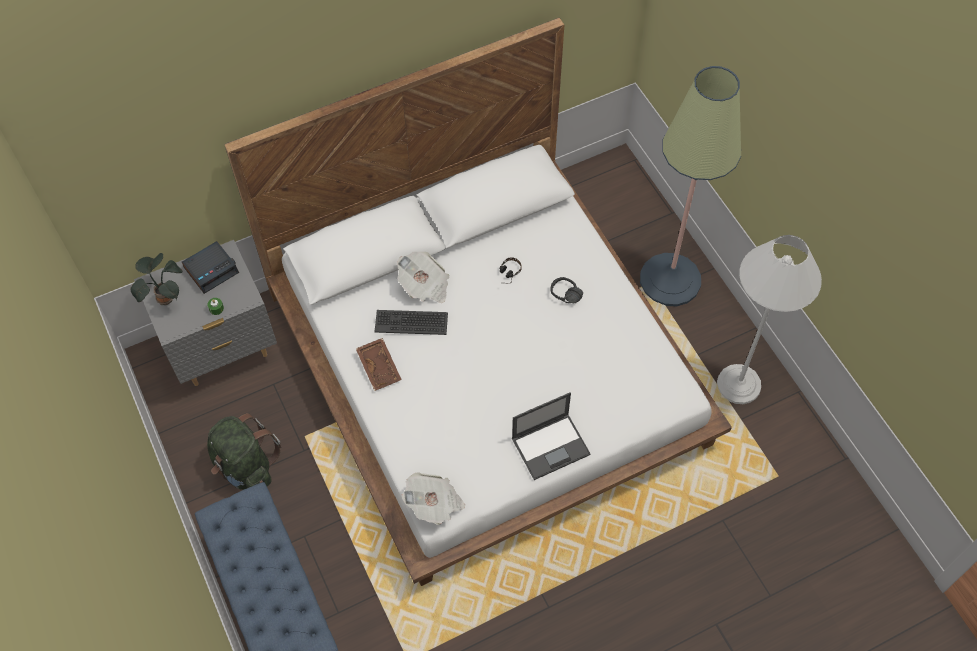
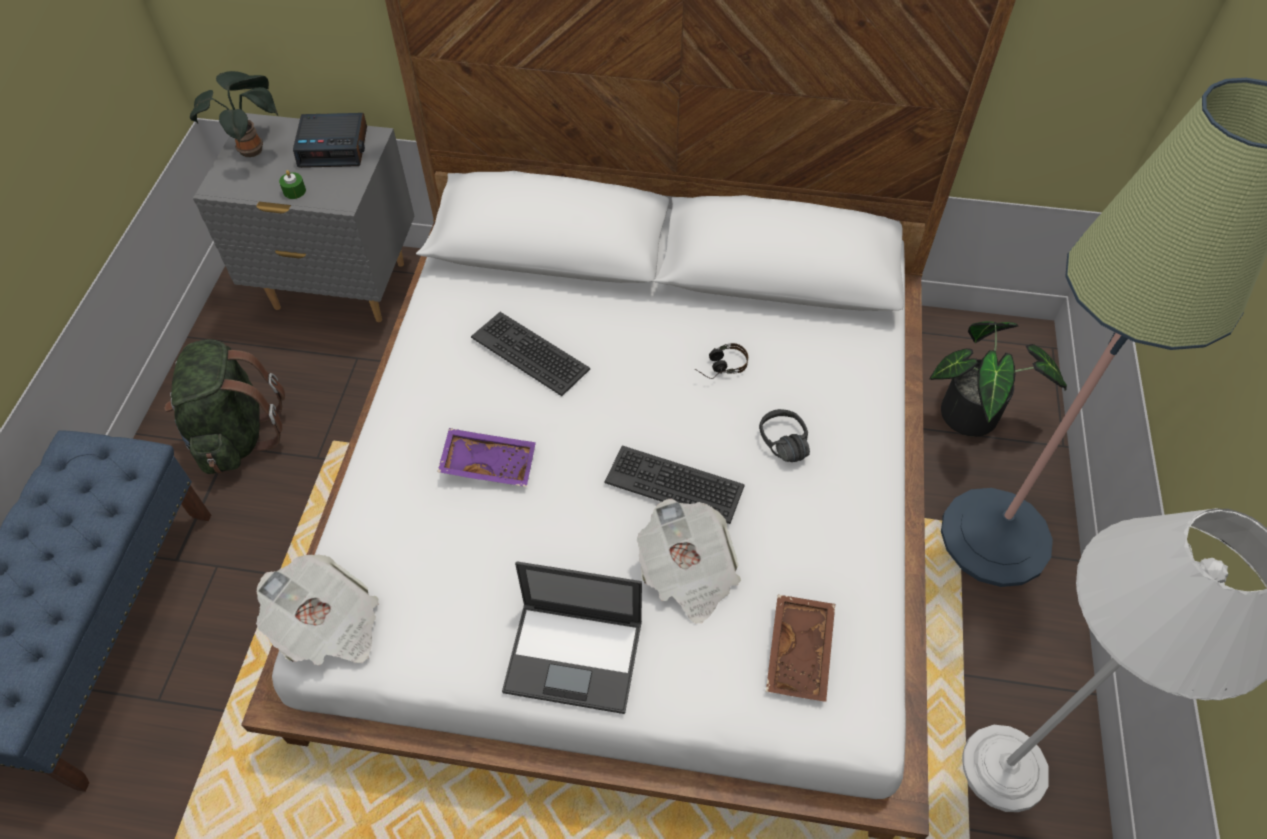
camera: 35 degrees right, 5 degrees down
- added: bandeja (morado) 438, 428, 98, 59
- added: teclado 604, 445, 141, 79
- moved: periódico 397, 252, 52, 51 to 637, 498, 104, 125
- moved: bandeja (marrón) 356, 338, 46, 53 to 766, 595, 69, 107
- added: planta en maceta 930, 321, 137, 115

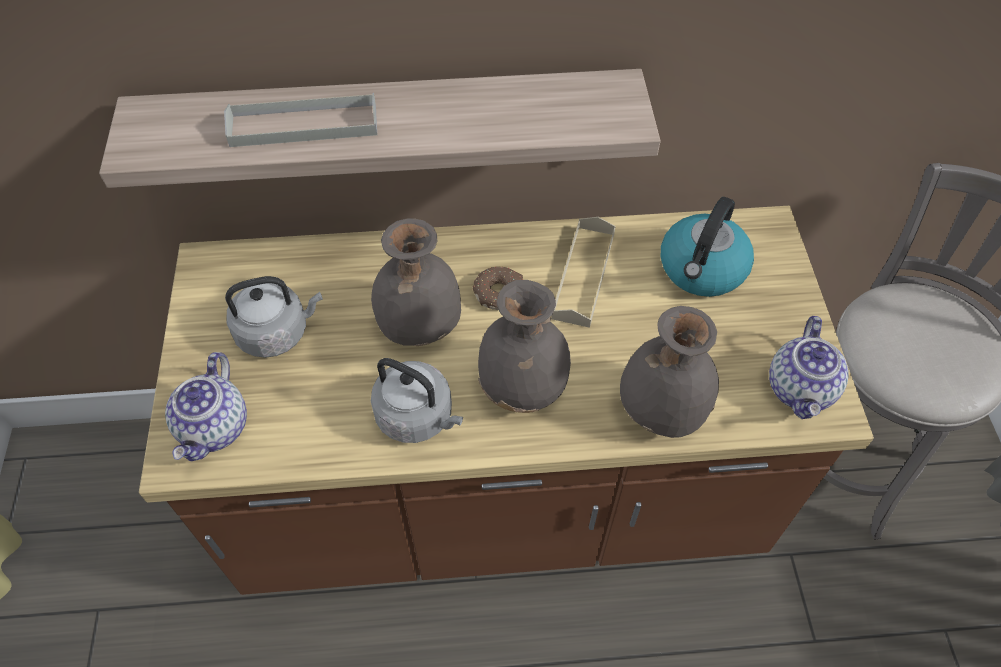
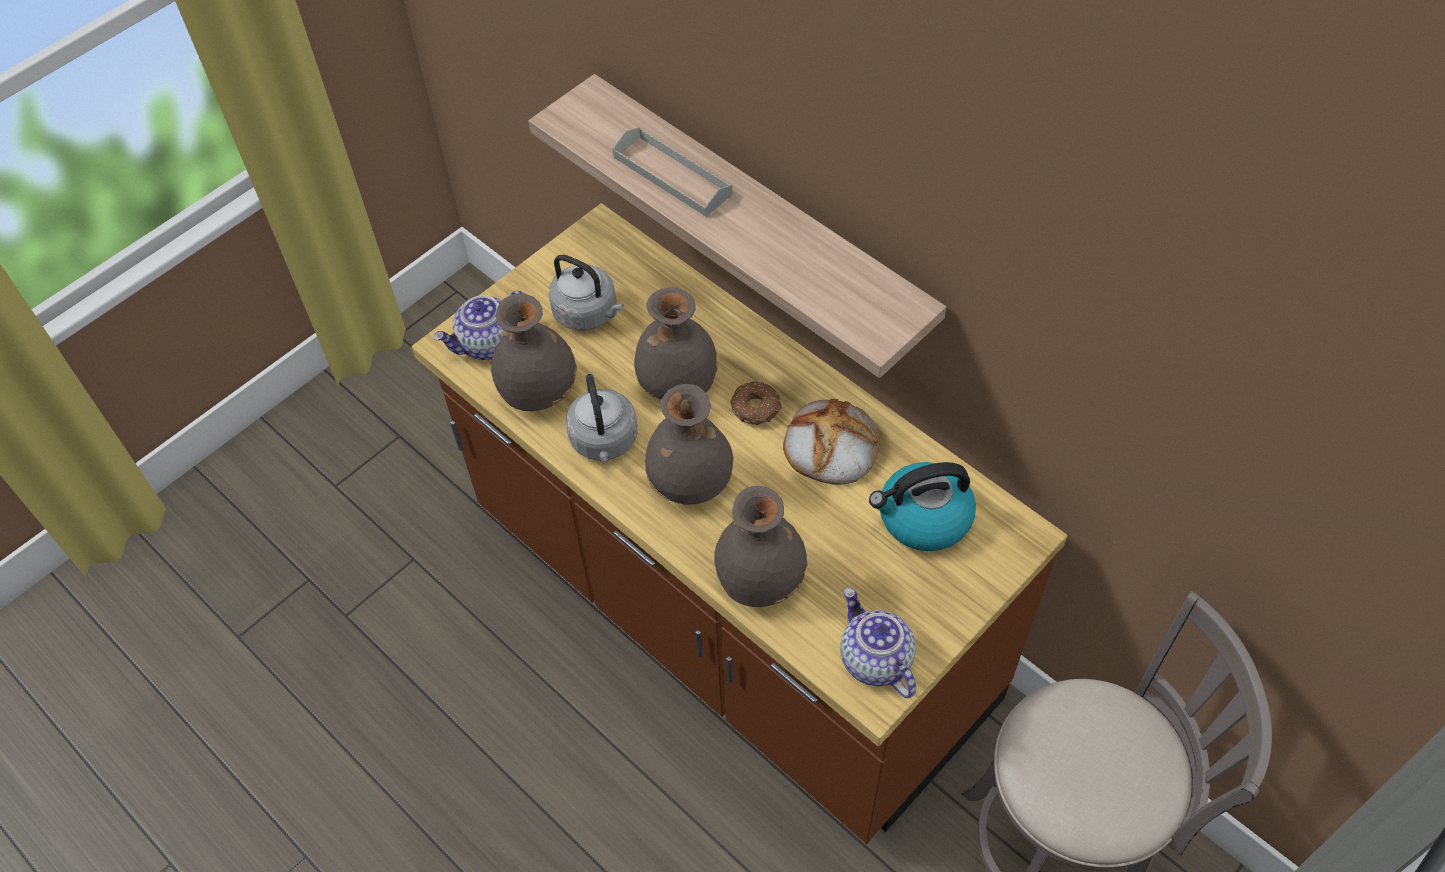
camera: 50 degrees right, 0 degrees up
- added: florero (gris) 491, 294, 86, 117
- replaced: bandeja (beis) 551, 217, 65, 111 to pan 783, 399, 97, 86
- turned: tetera 769, 316, 80, 103 = 840, 587, 76, 111 90 degrees clockwise

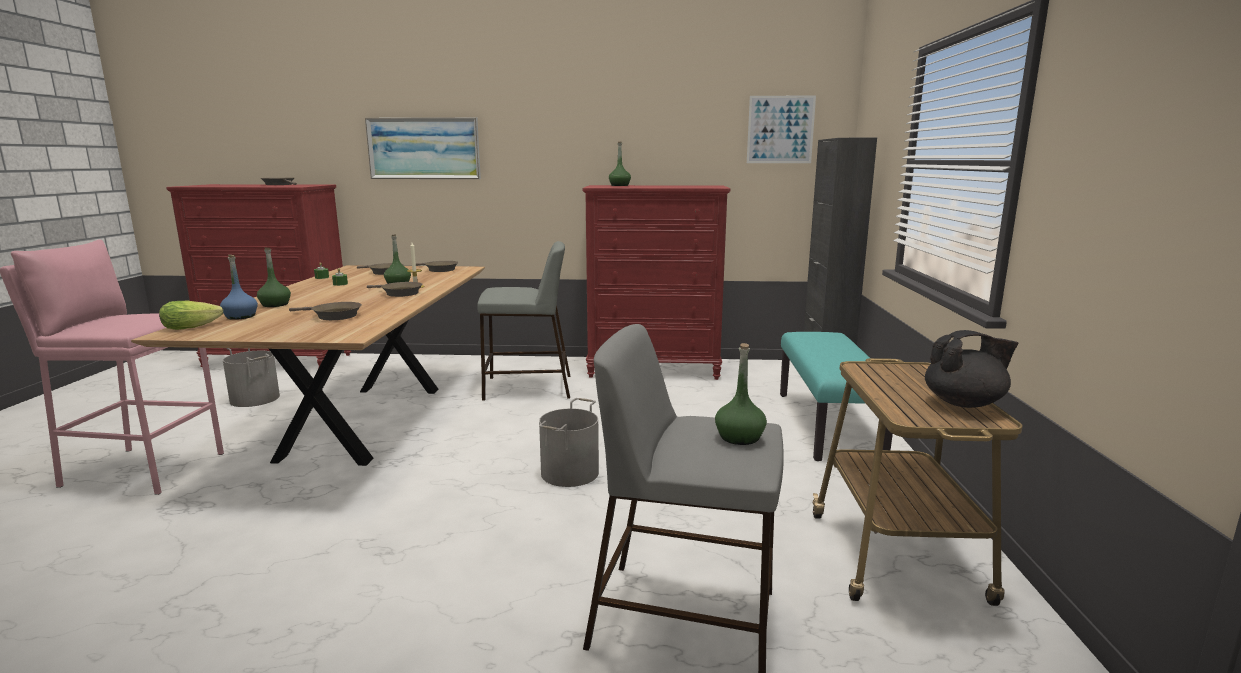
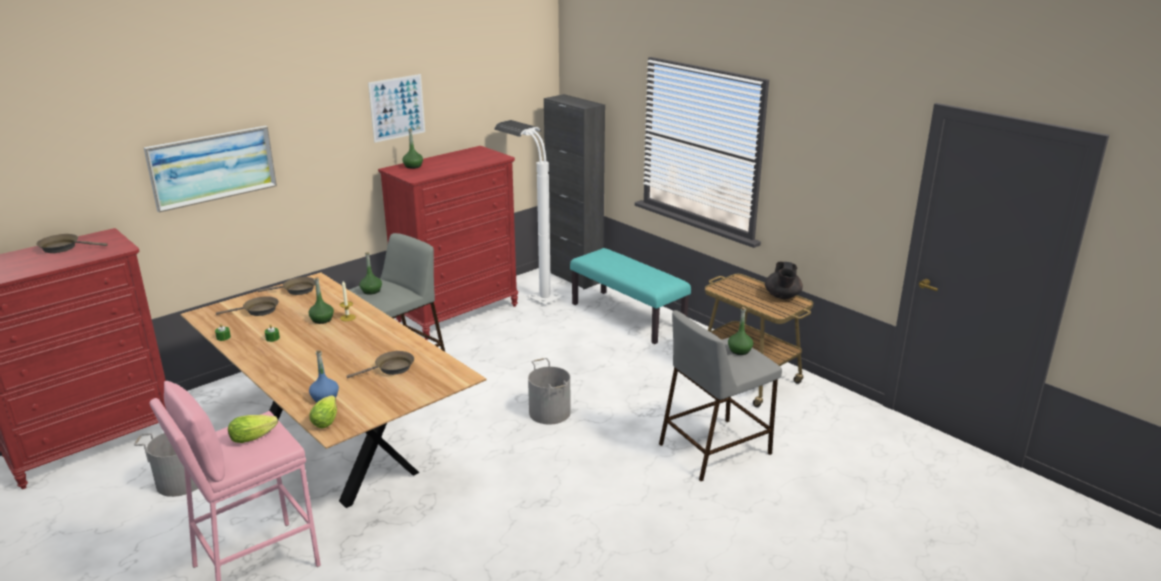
camera: 45 degrees left, 10 degrees up
- added: lechuga 228, 415, 50, 28
- moved: botella (verde) 257, 248, 34, 59 to 360, 252, 22, 43
- moved: cuadro 747, 95, 69, 68 to 368, 74, 57, 69
- added: lámpara de pie (blanco) 494, 120, 69, 185
- turned: tetera (negro) 925, 330, 93, 78 = 765, 262, 38, 37 150 degrees clockwise
- removed: sartén (marrón) 367, 282, 56, 15

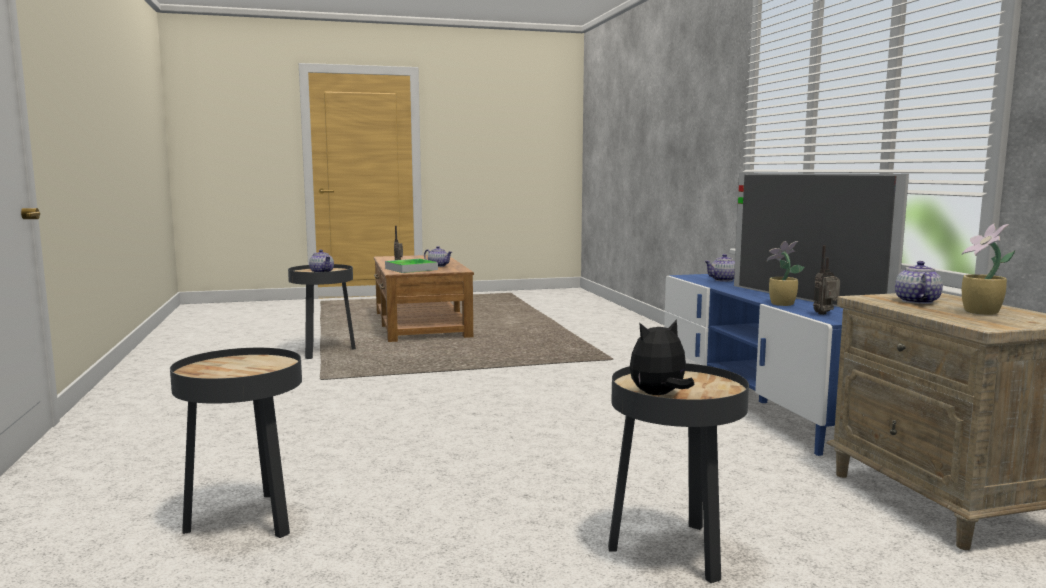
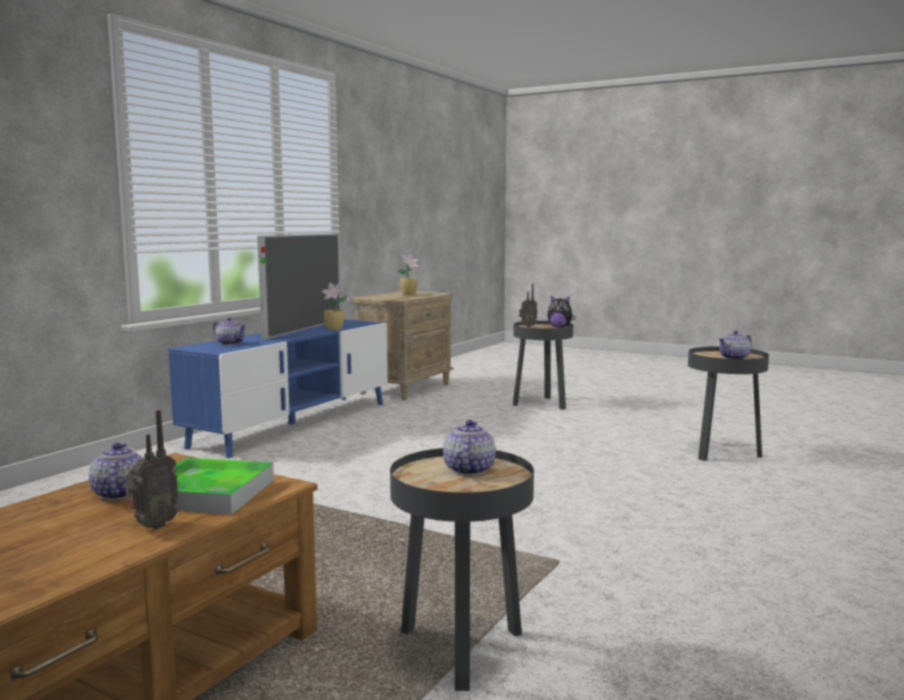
camera: 135 degrees left, 0 degrees up
- moved: radio 813, 245, 27, 70 to 519, 283, 18, 44
- moved: tetera 895, 261, 48, 43 to 719, 330, 33, 29

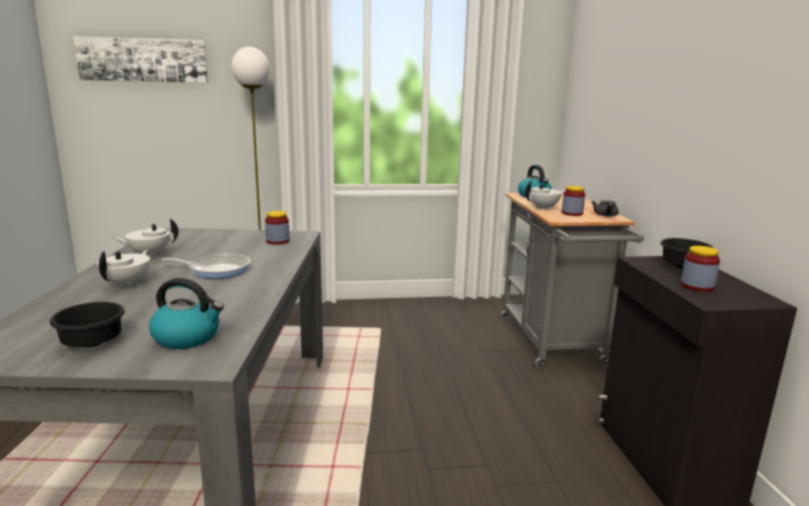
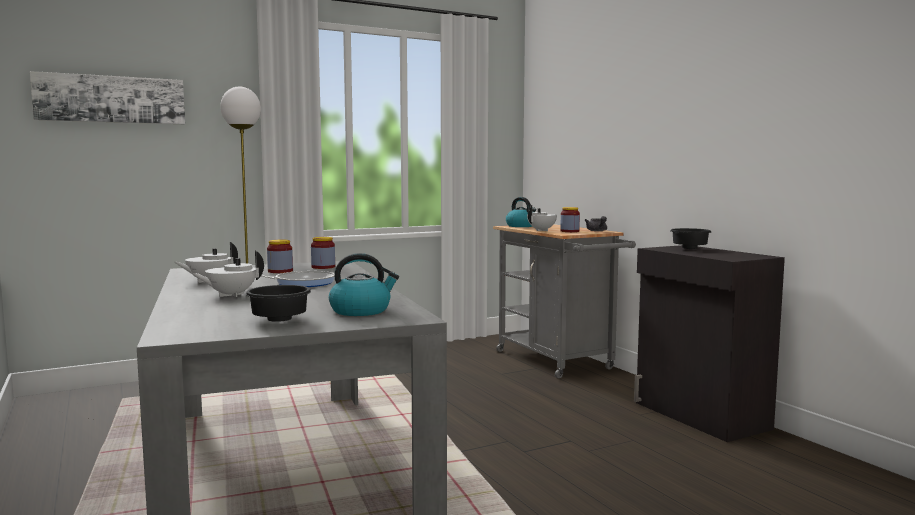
camera: 20 degrees left, 10 degrees down
- turned: tetera (blanco) 97, 250, 53, 38 = 192, 251, 72, 46 120 degrees counterclockwise
- moved: tarro 681, 246, 39, 46 to 267, 240, 26, 33

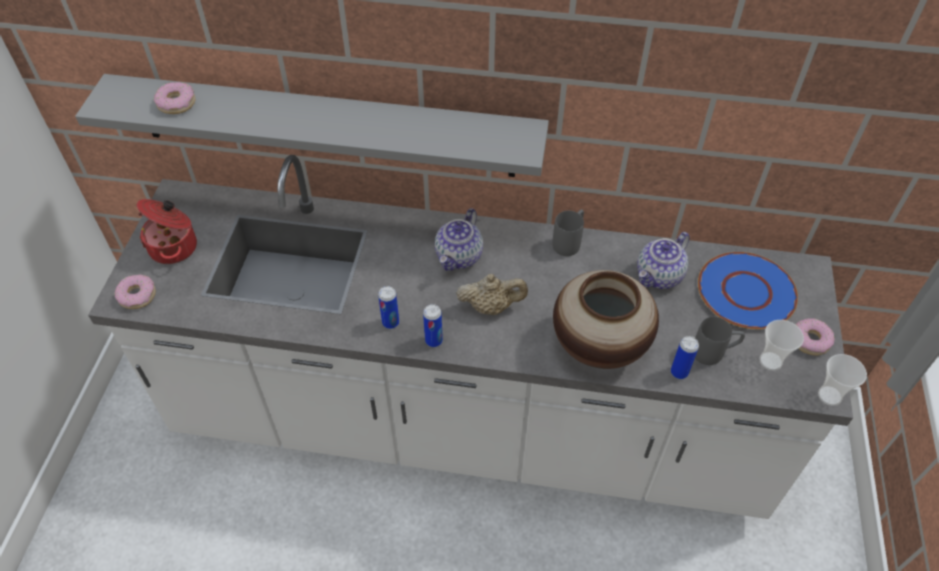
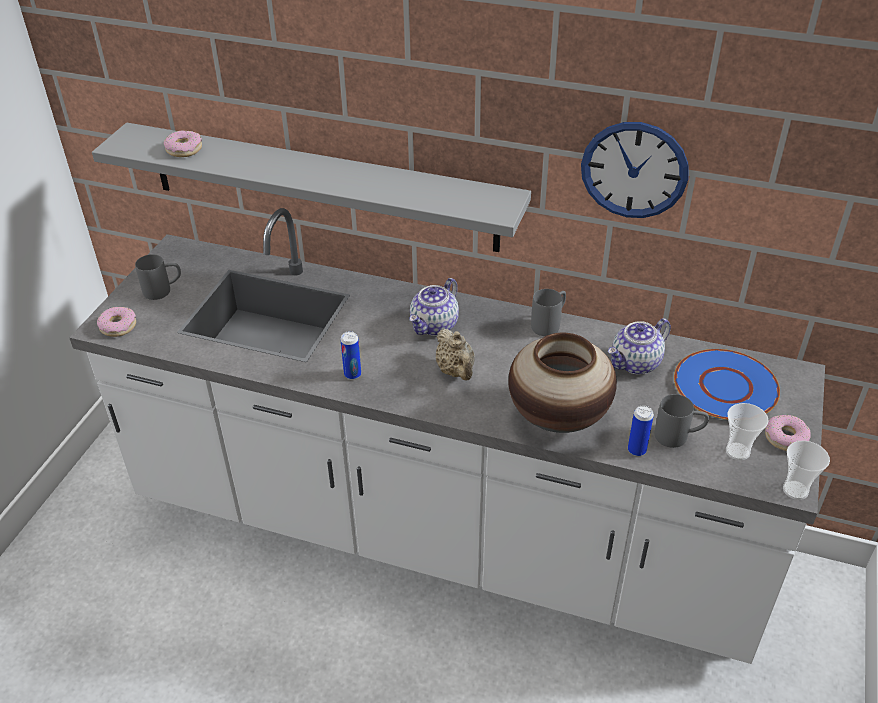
camera: 10 degrees right, 10 degrees down
- replaced: olla 136, 199, 61, 65 to taza grande (gris) 135, 254, 46, 46
- turned: tetera (beis) 456, 274, 72, 41 = 436, 328, 39, 53 60 degrees clockwise
- added: reloj de pared 581, 122, 108, 96
- removed: lata 423, 304, 20, 43

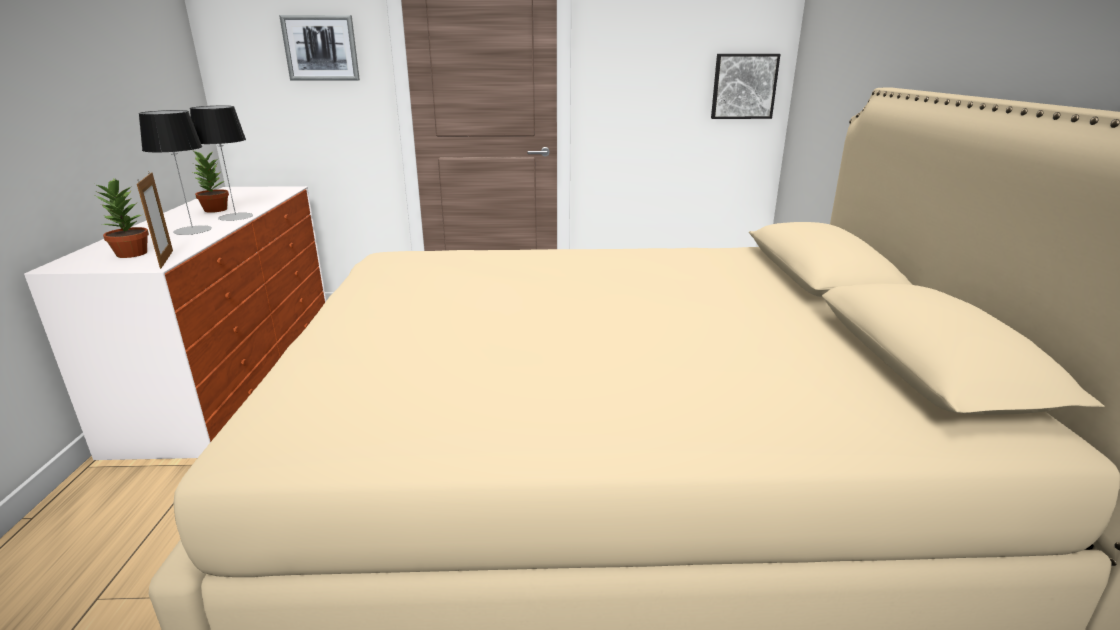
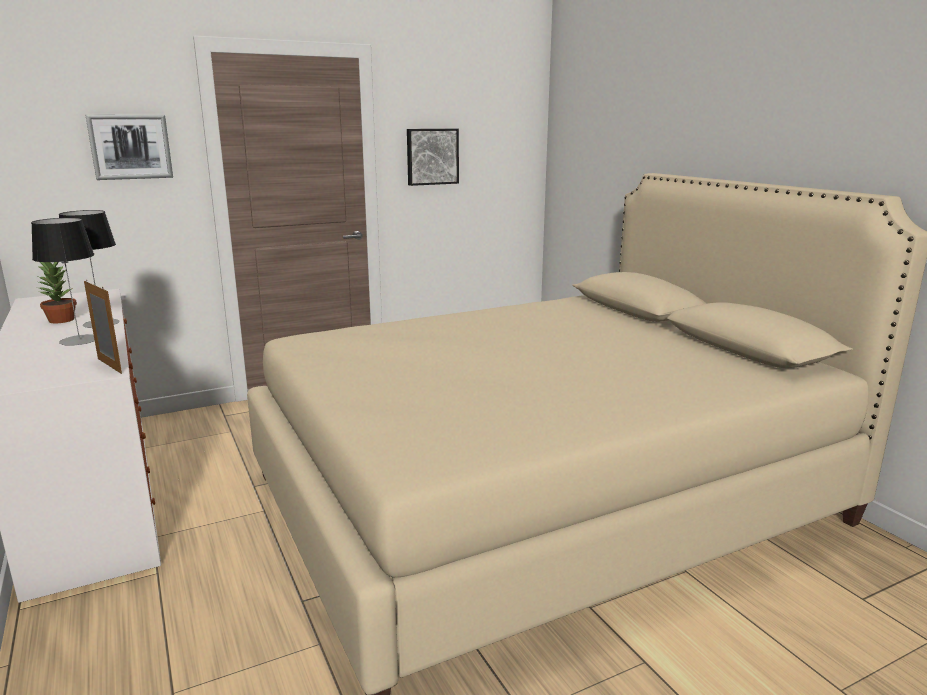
camera: 25 degrees left, 5 degrees down
- moved: cuadro 711, 54, 70, 65 to 407, 129, 52, 57
- removed: planta en maceta 95, 179, 54, 79

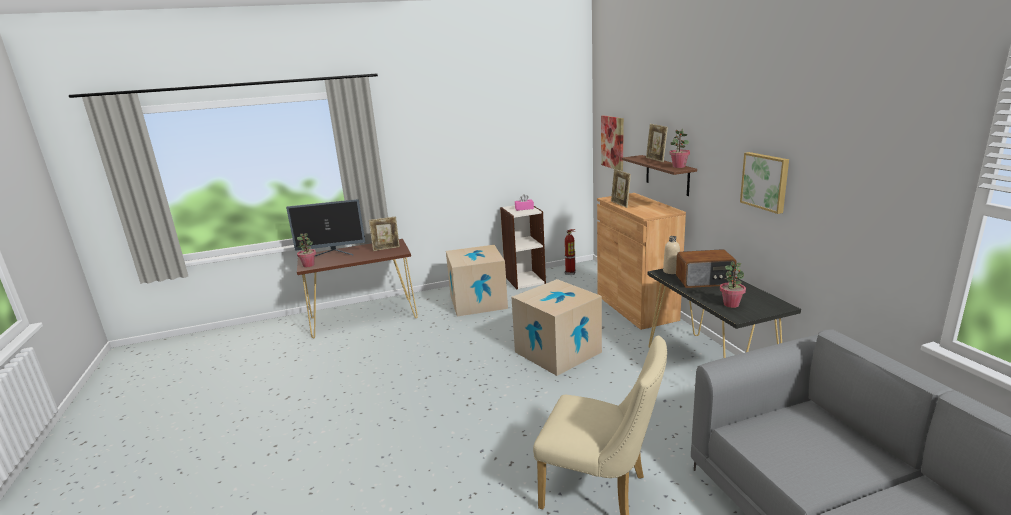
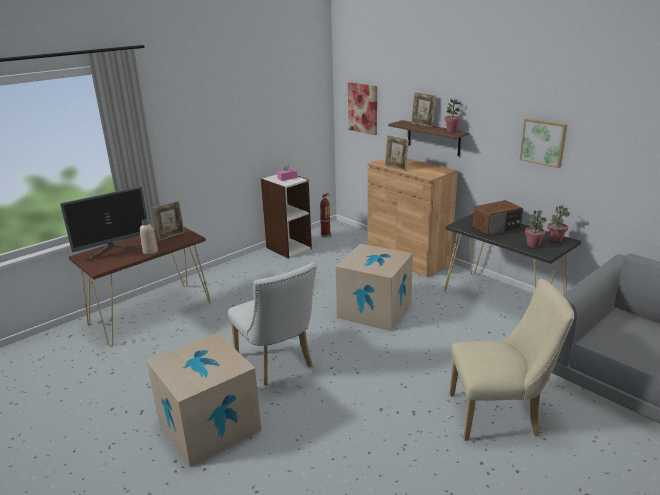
camera: 25 degrees left, 5 degrees up
- moved: botella (beis) 663, 236, 17, 38 to 140, 219, 18, 35
- moved: caja de cartón 446, 245, 62, 71 to 147, 333, 114, 134
- added: silla (blanco) 228, 263, 88, 123
- moved: planta en maceta 297, 233, 19, 34 to 547, 205, 23, 37

